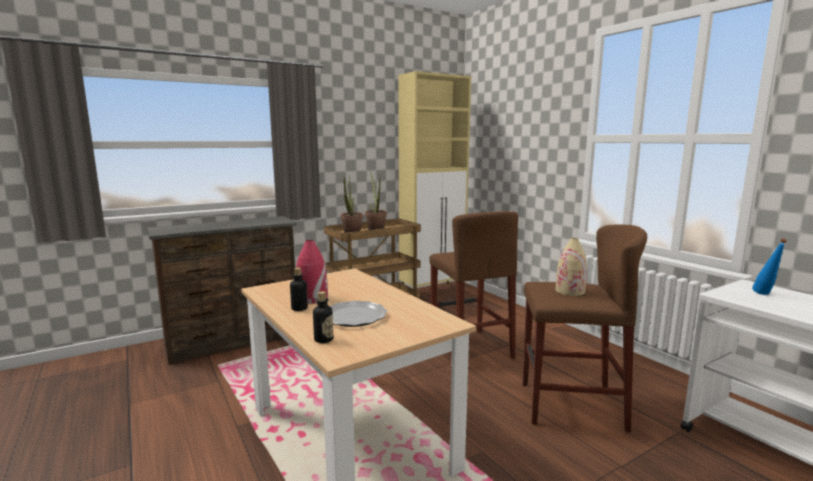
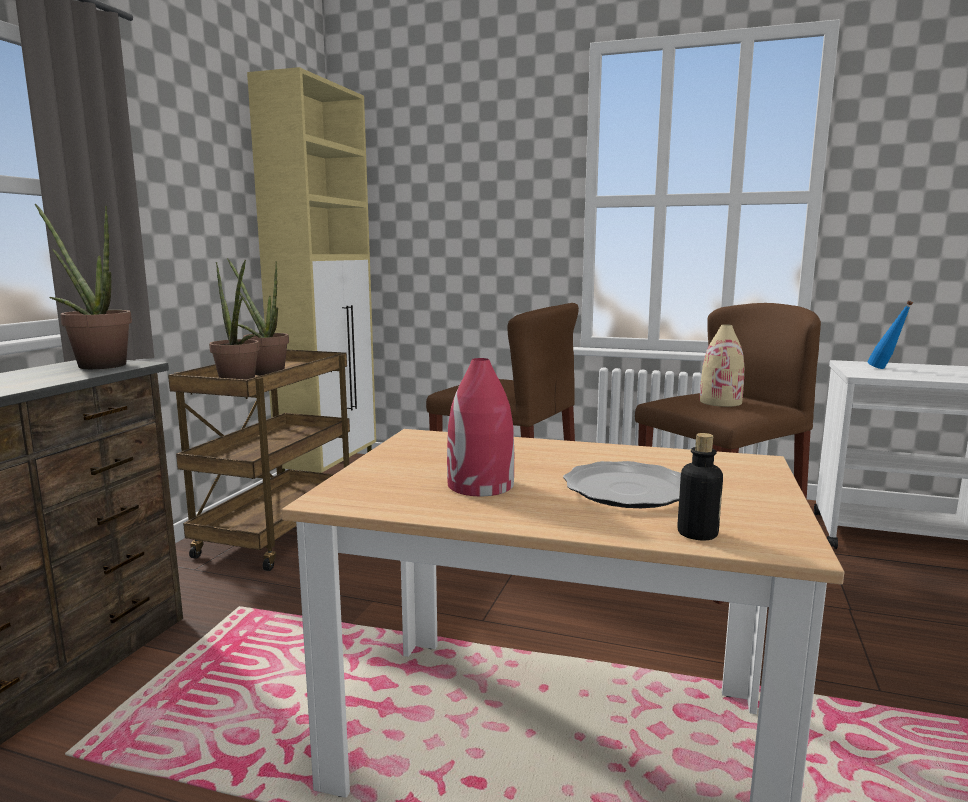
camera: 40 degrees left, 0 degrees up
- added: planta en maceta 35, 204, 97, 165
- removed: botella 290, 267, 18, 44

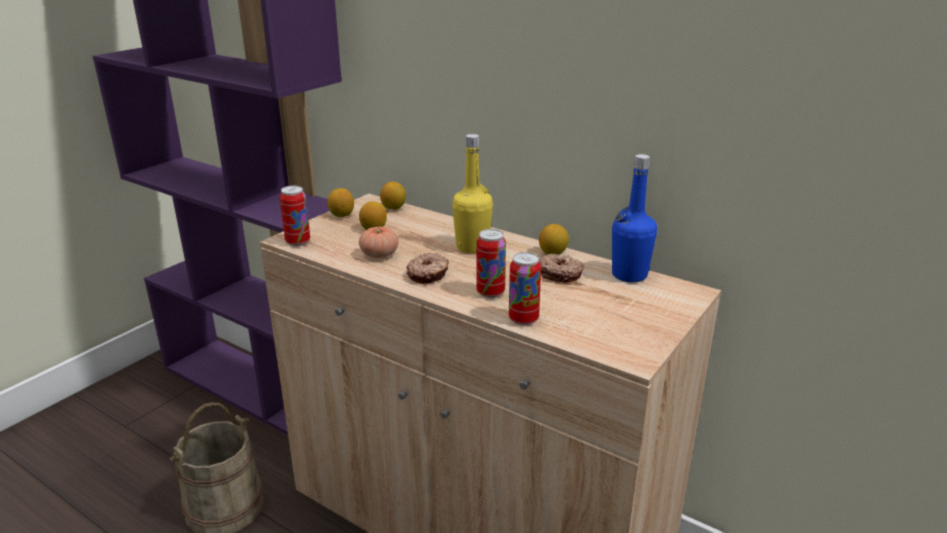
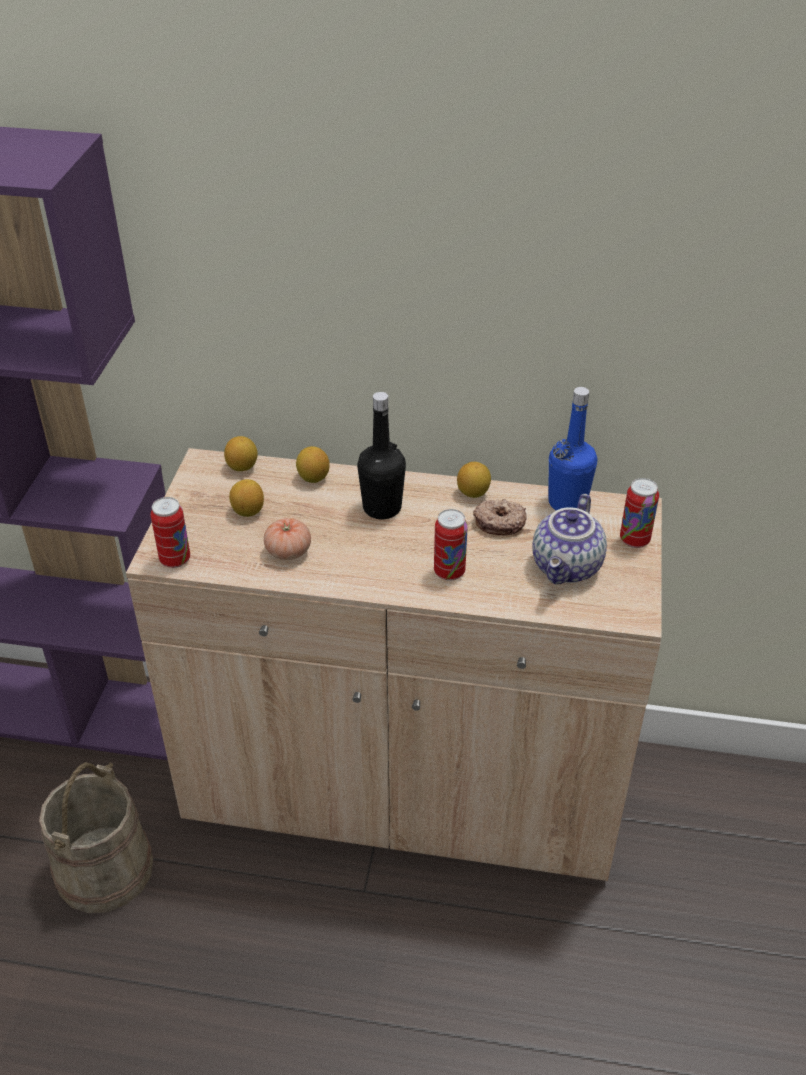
camera: 25 degrees left, 15 degrees up
- moved: limón 327, 188, 27, 29 to 296, 446, 34, 37
- recoloured: botella (amarillo) 452, 134, 41, 119 to botella (negro) 357, 392, 49, 127
- added: tetera 532, 494, 75, 90
- moved: lata 509, 252, 32, 74 to 620, 478, 39, 70
- removed: rosquilla 406, 253, 43, 31

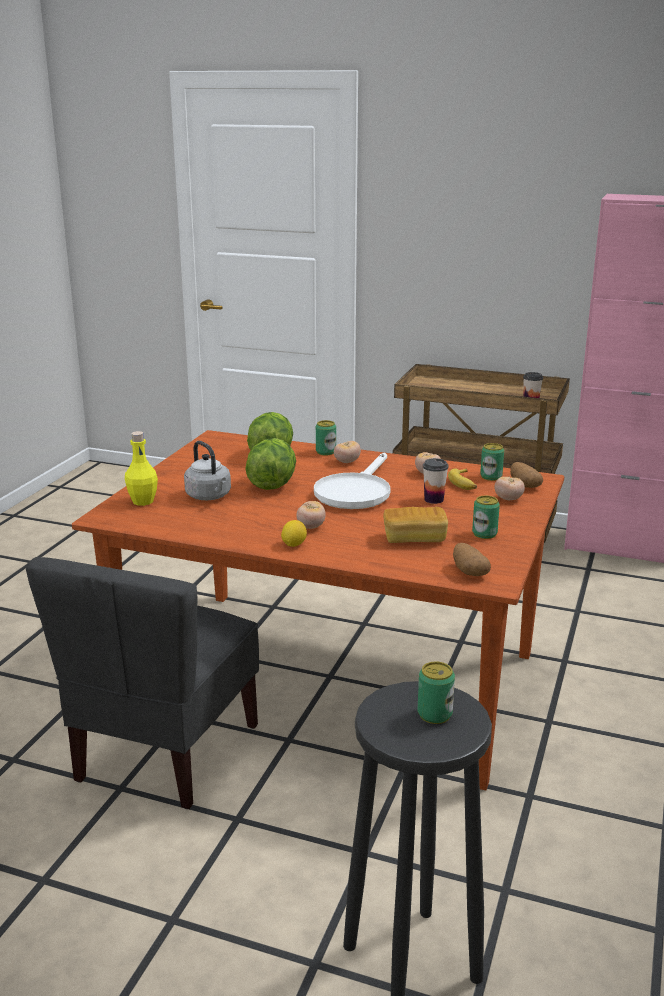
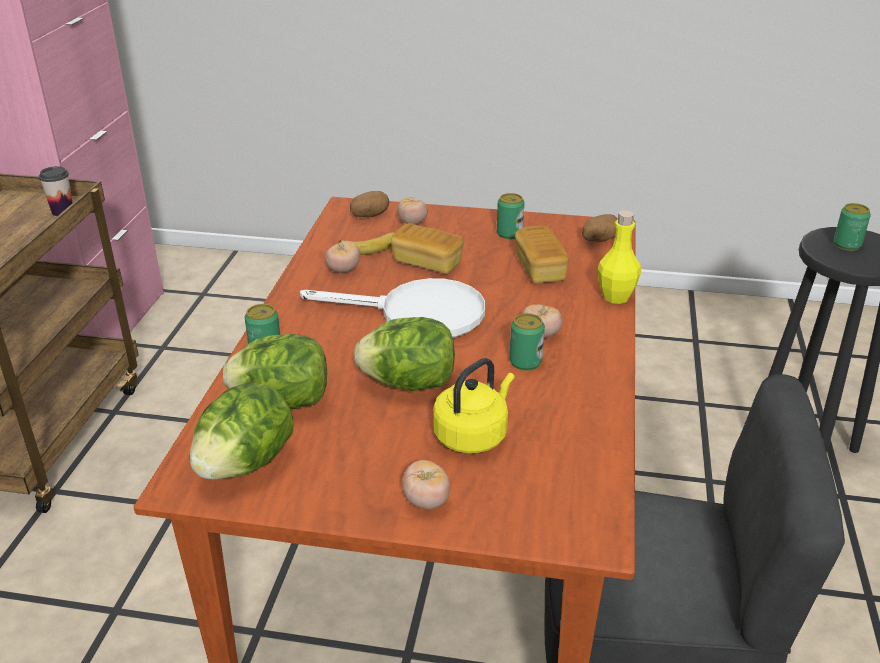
camera: 100 degrees left, 10 degrees up
- added: lechuga 190, 382, 104, 98
- replaced: taza 423, 458, 26, 46 to pan 391, 223, 73, 51
- moved: tomate 334, 441, 27, 22 to 402, 460, 48, 50
- recoloured: hervidor (gris) 184, 441, 47, 59 to hervidor (amarillo) 433, 358, 82, 95
- moved: lata 480, 443, 24, 38 to 509, 313, 36, 58
- moved: botella (amarillo) 125, 431, 33, 75 to 598, 210, 43, 94
- removed: limón 281, 520, 26, 27

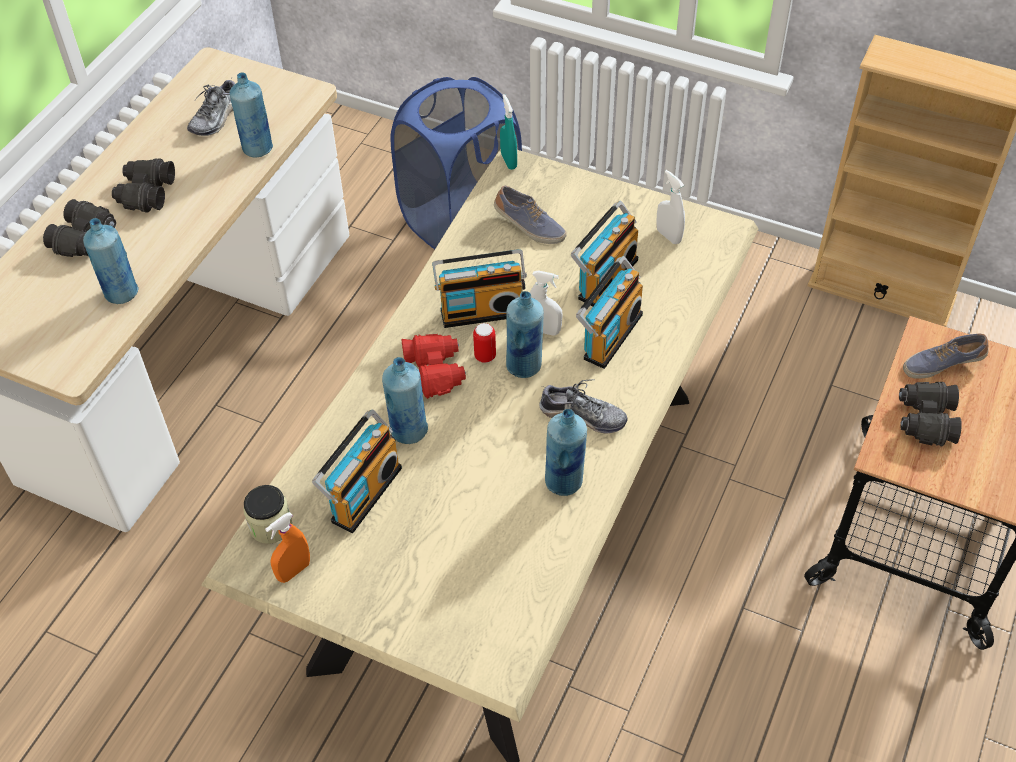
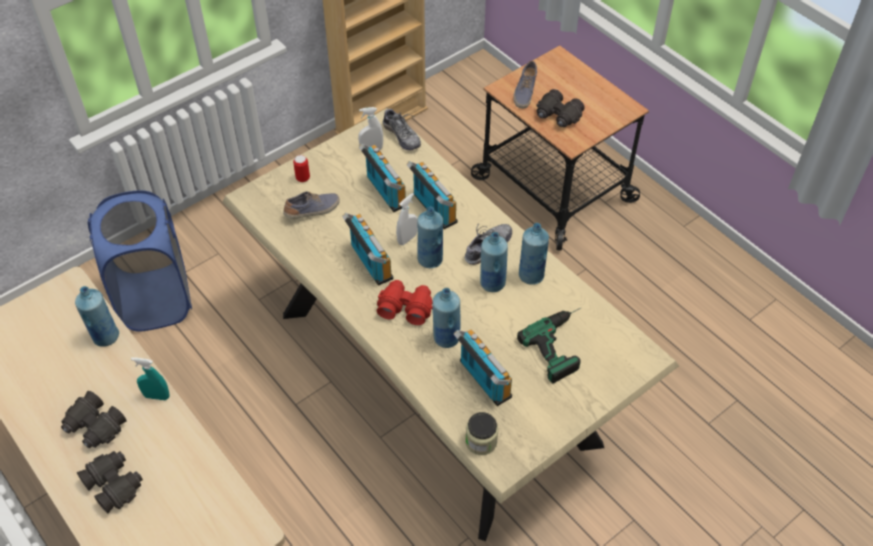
camera: 65 degrees left, 0 degrees up
- moved: pulverizador (turquesa) 500, 94, 17, 76 to 131, 357, 39, 43
- moved: lata 473, 323, 23, 40 to 293, 155, 17, 27
- turned: radio 432, 249, 95, 79 = 342, 213, 51, 72 45 degrees counterclockwise
- moved: zapato 187, 79, 48, 57 to 383, 108, 38, 42
- moved: botella (azul) 83, 218, 56, 86 to 480, 232, 28, 60
- added: taladro 517, 307, 65, 76
- removed: pulverizador (naranja) 265, 512, 45, 71

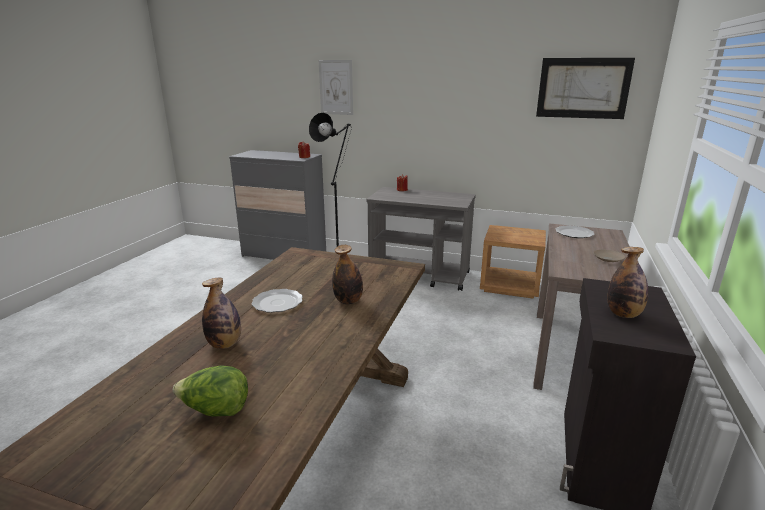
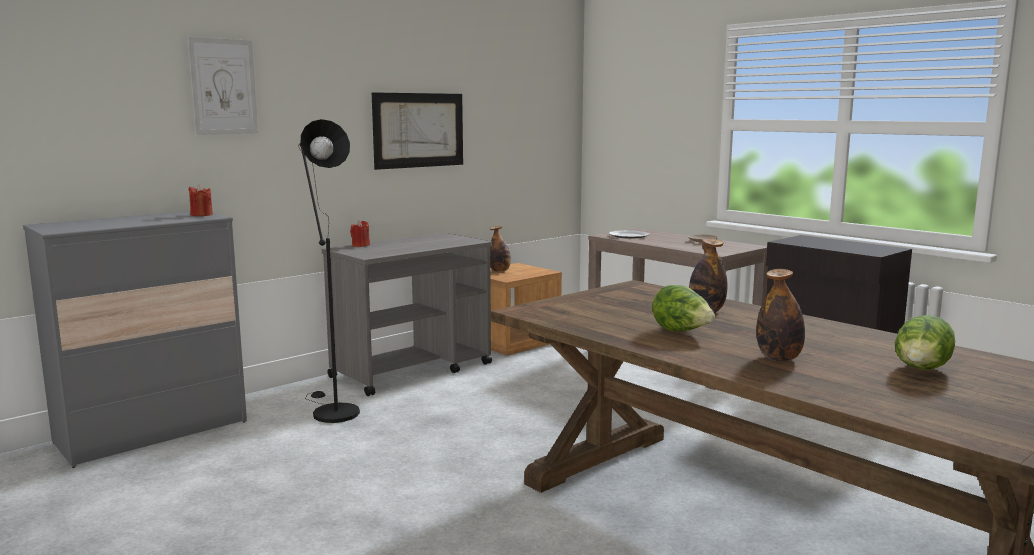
camera: 60 degrees left, 10 degrees down
- moved: cuadro 536, 58, 99, 61 to 372, 92, 91, 78
- moved: botella 607, 247, 41, 71 to 490, 226, 21, 46
- replaced: plato 252, 289, 51, 24 to lechuga 652, 285, 63, 46

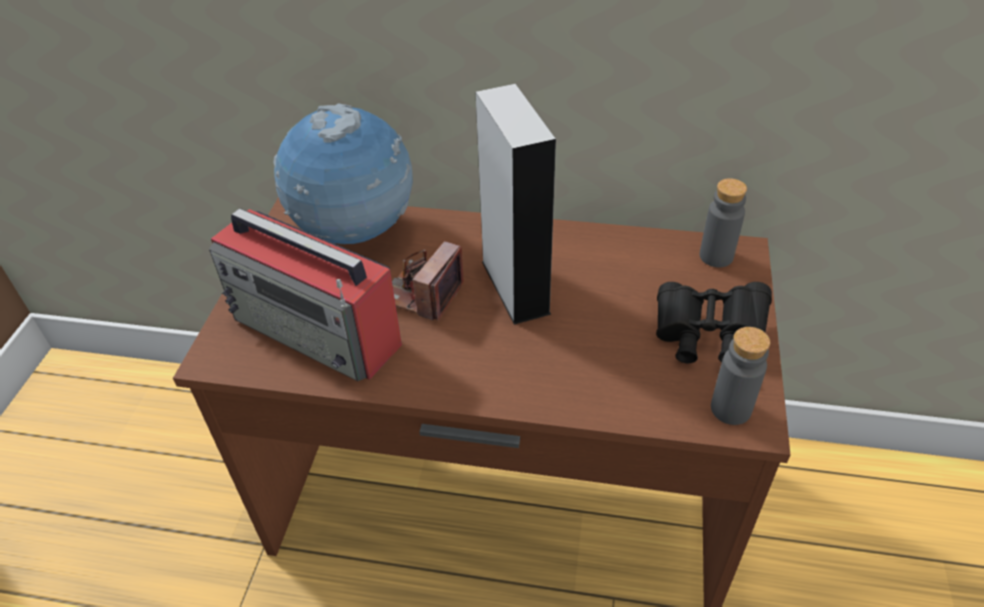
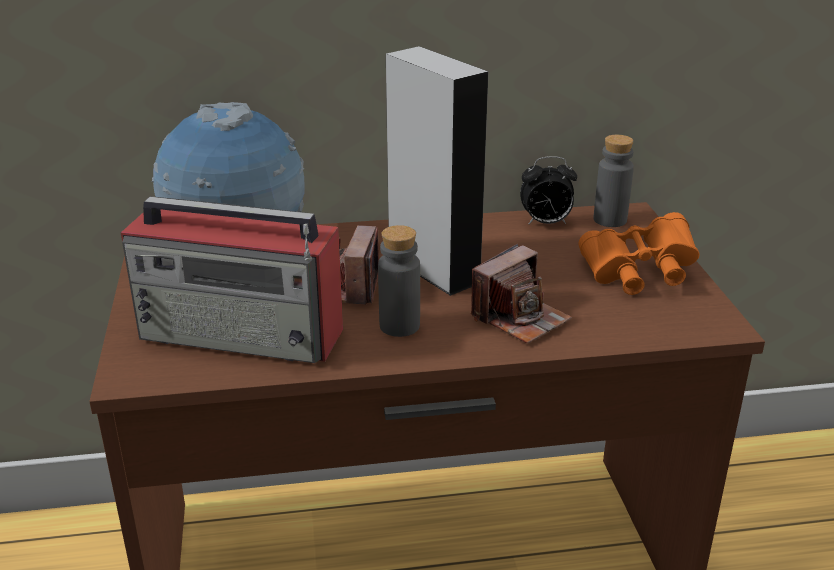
camera: 20 degrees left, 15 degrees down
- moved: botella (gris) 711, 327, 59, 98 to 378, 225, 42, 112
- added: cámara 471, 244, 101, 100
- added: despertador 520, 156, 57, 69
- recoloured: prismáticos (negro) 656, 282, 116, 81 to prismáticos (naranja) 579, 212, 120, 83

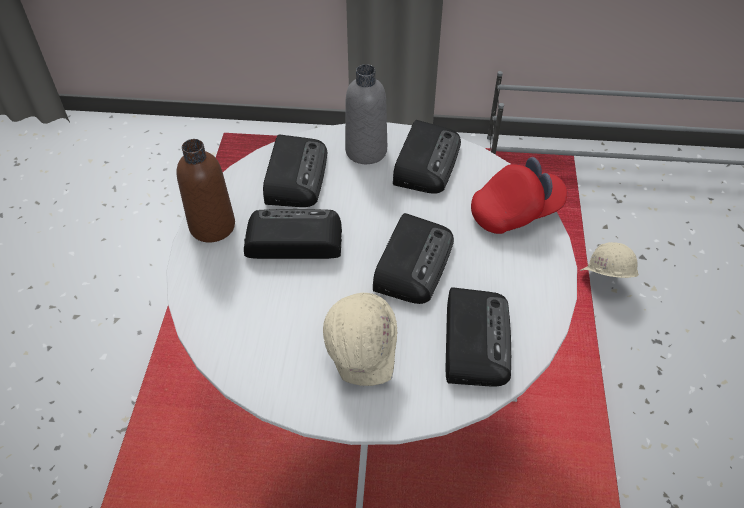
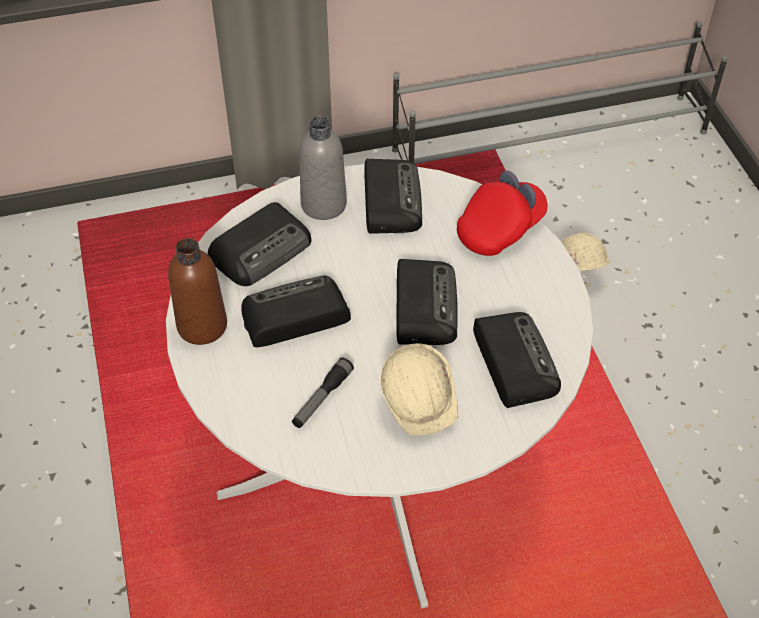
camera: 20 degrees left, 0 degrees up
- turned: radio 263, 134, 64, 73 = 208, 202, 103, 84 60 degrees clockwise
- added: linterna 292, 358, 62, 70

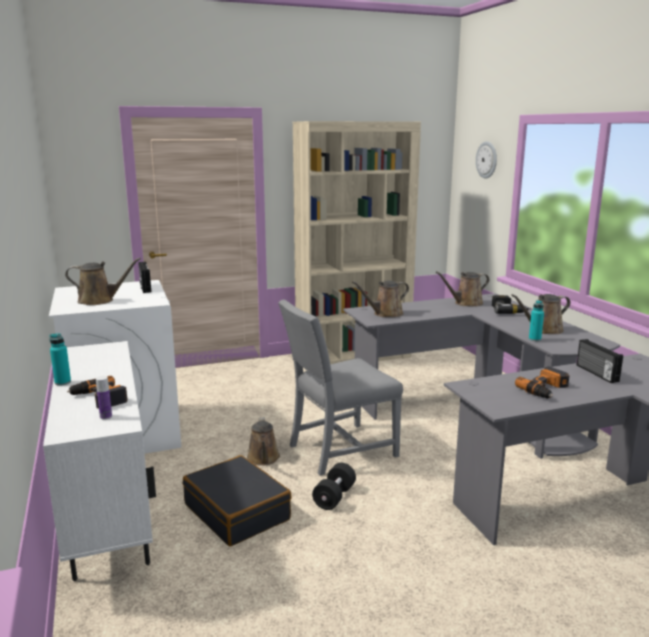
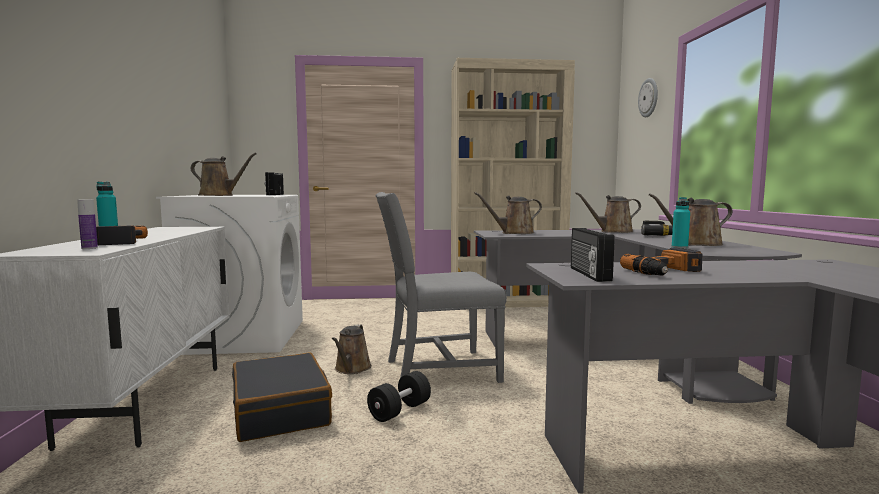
camera: 15 degrees right, 10 degrees down
- moved: radio 577, 339, 46, 44 to 571, 228, 44, 54

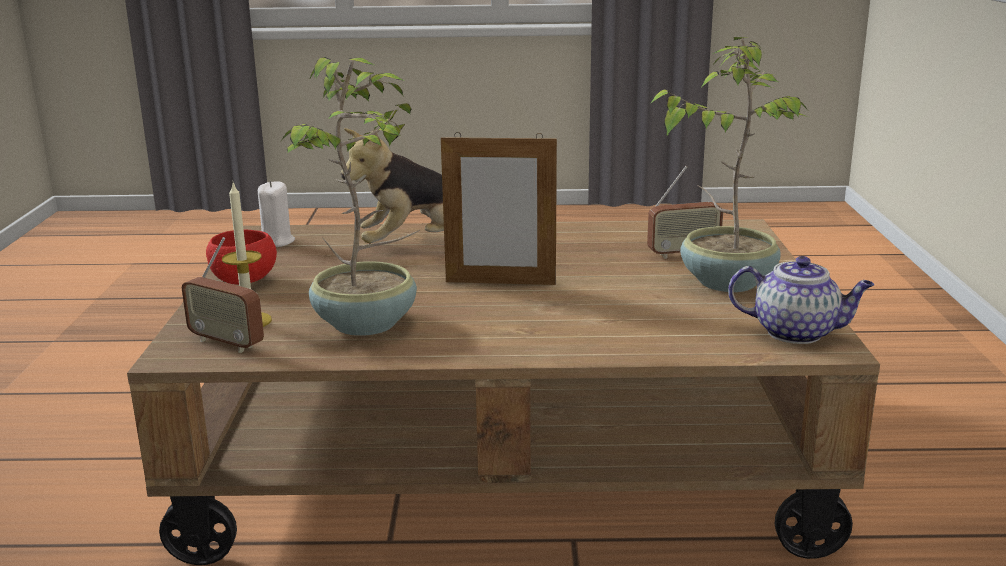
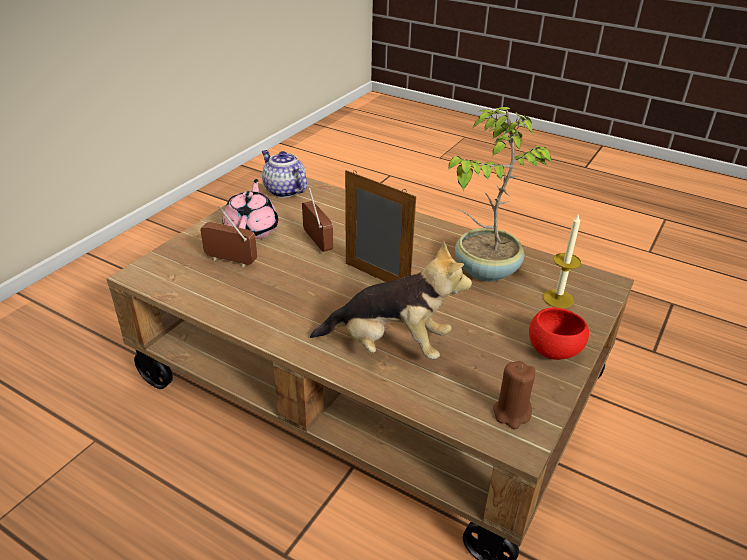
camera: 150 degrees left, 15 degrees up
- replaced: planta en maceta 649, 37, 162, 255 to tetera (rosa) 223, 179, 55, 61
- moved: radio 182, 237, 82, 116 to 302, 187, 31, 65
- recoloured: vela (blanco) 258, 181, 37, 66 to vela (marrón) 493, 361, 42, 68

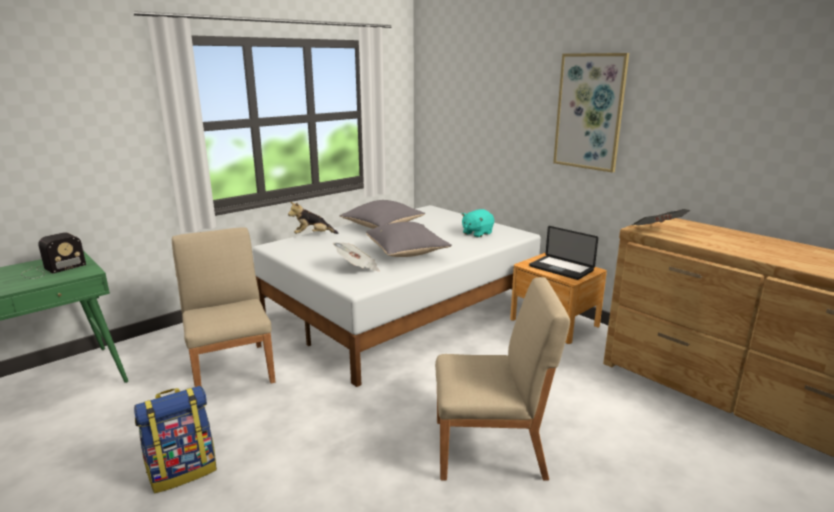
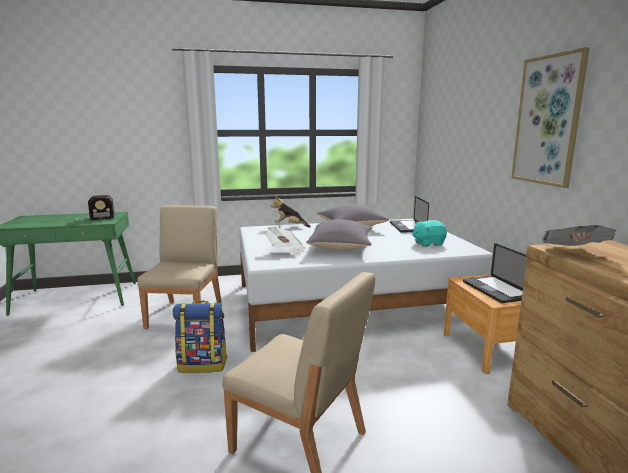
camera: 30 degrees right, 5 degrees down
- moved: mochila 134, 386, 83, 107 to 173, 300, 54, 73
- added: portátil 390, 196, 39, 36

